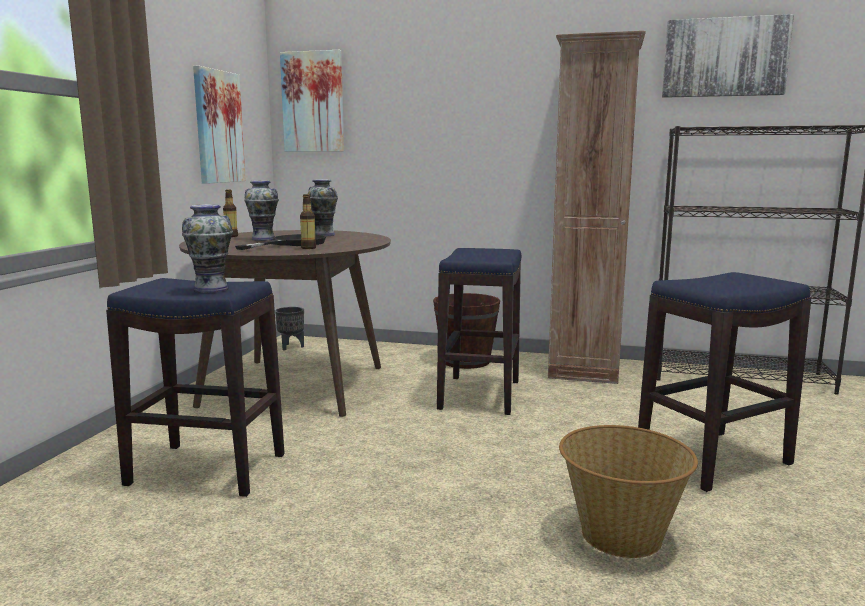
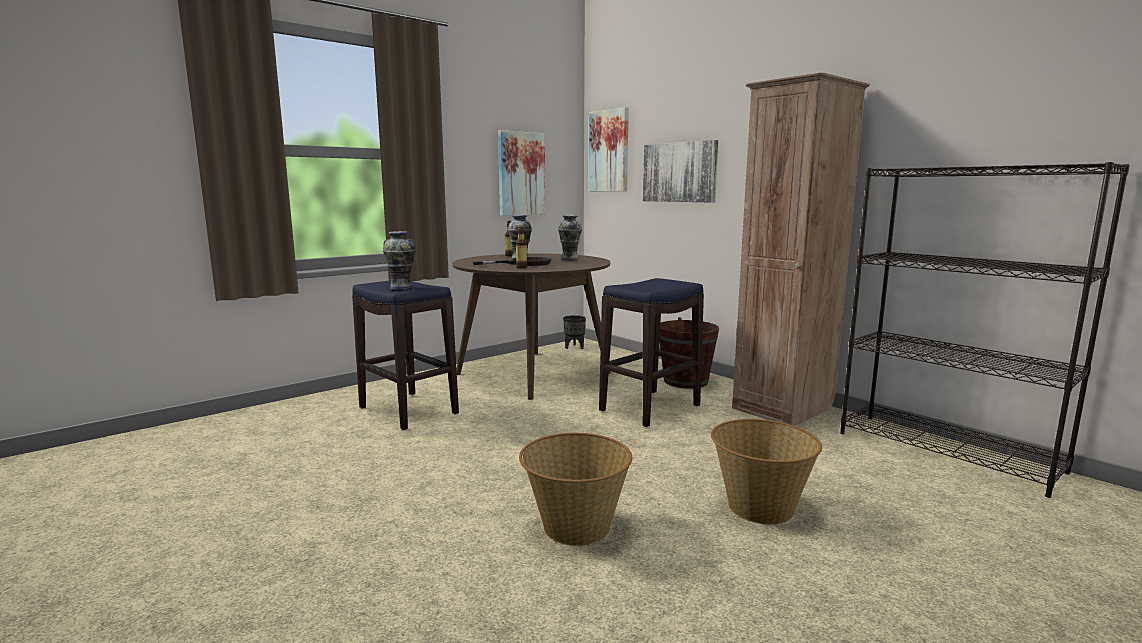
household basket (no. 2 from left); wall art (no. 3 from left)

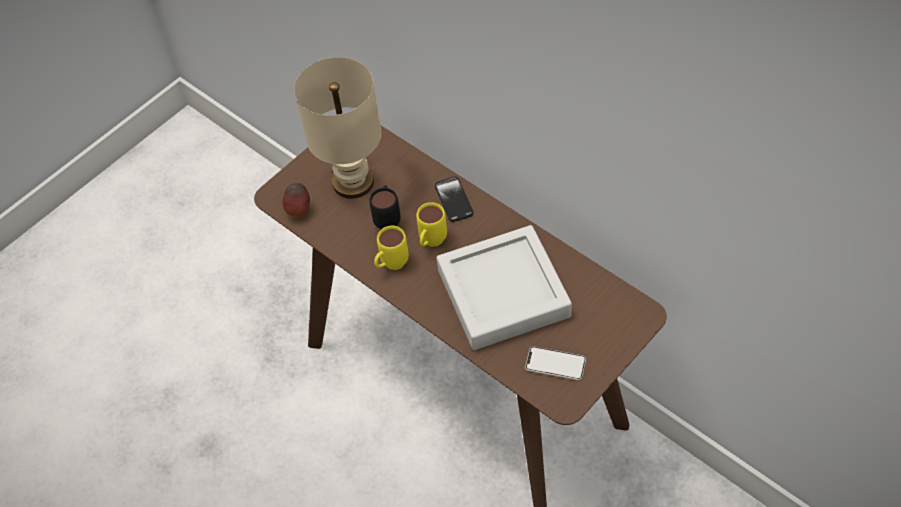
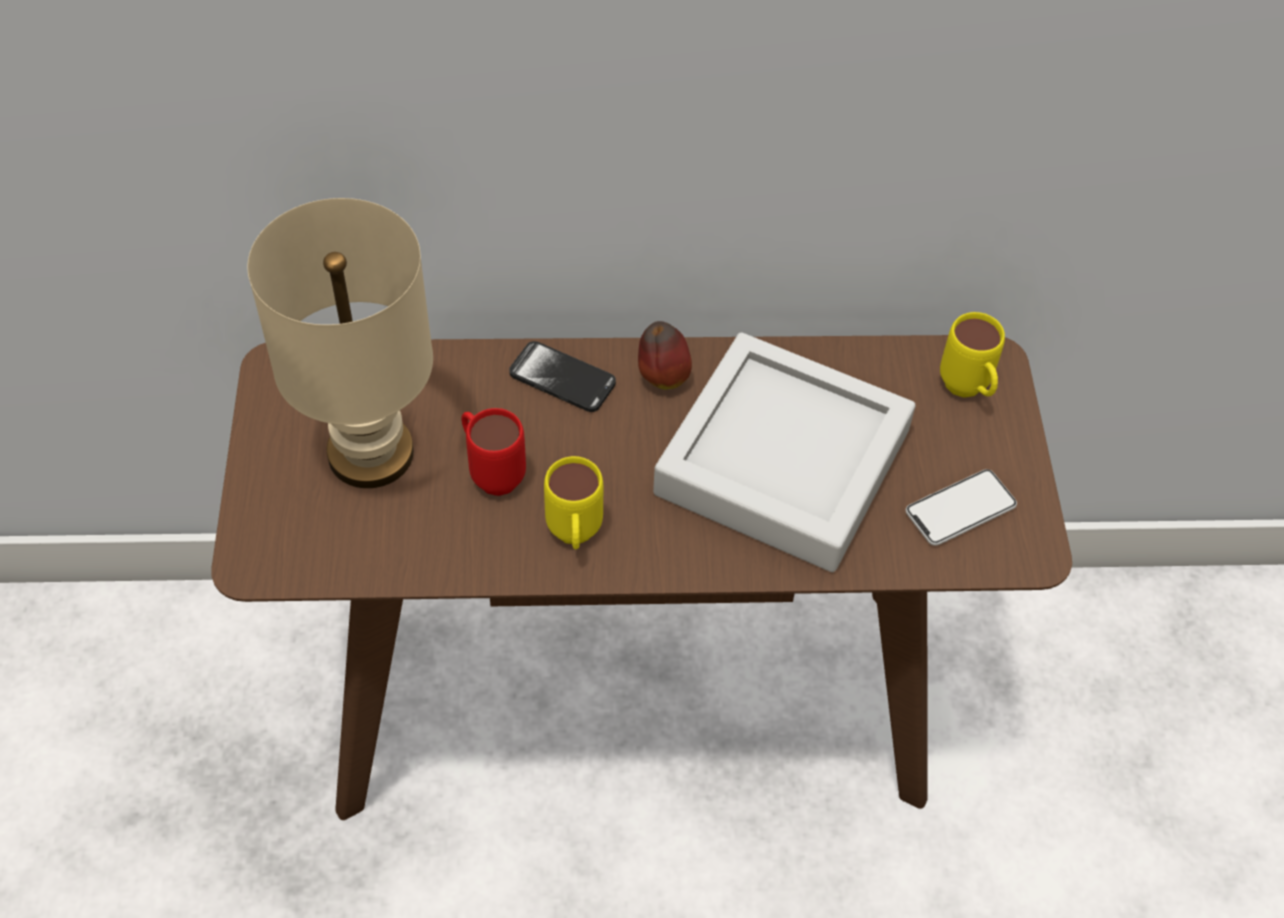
apple fruit; mug/red-coloured; mug/yellow-coloured (no. 2 from left)

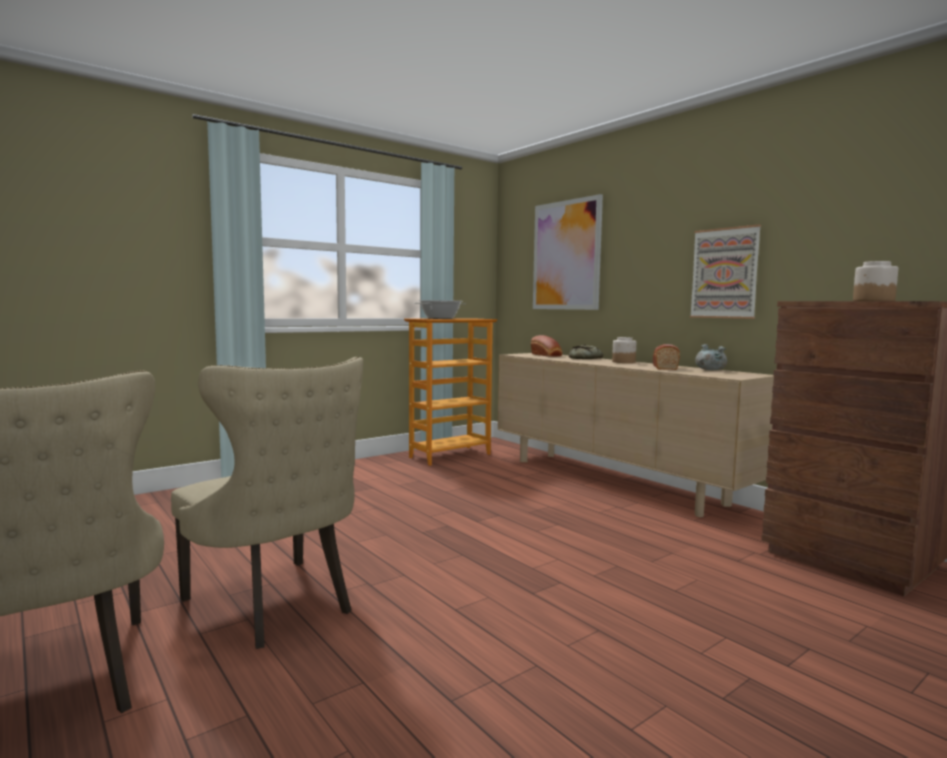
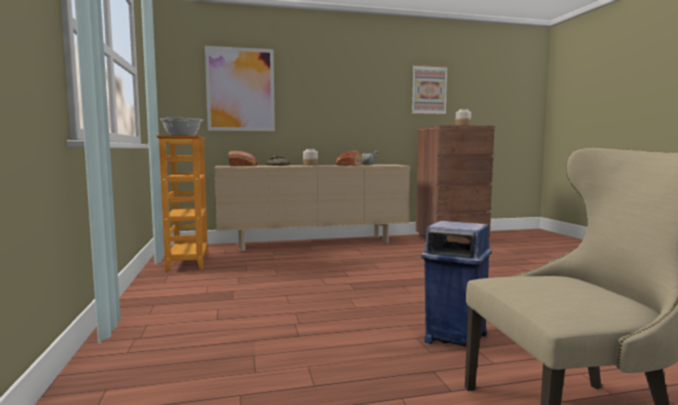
rubbish bin/blue-coloured; wall art (no. 2 from left)

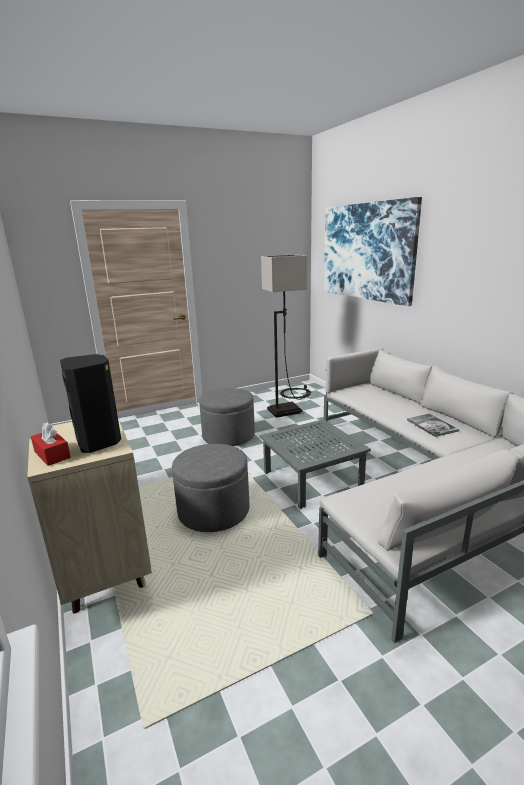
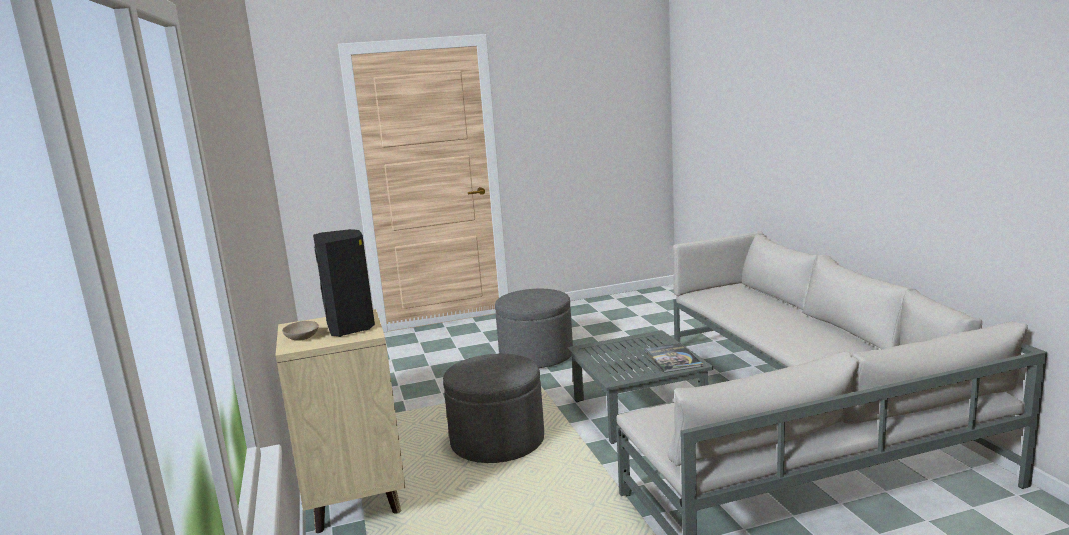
serving bowl/sand-coloured; standard lamp; wall art; volume

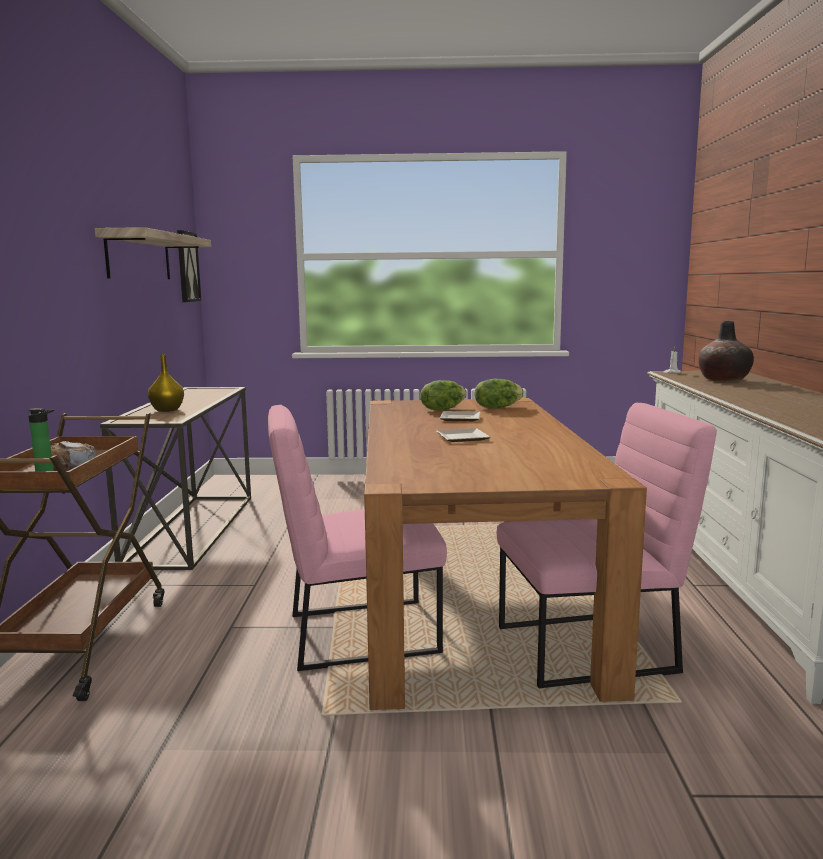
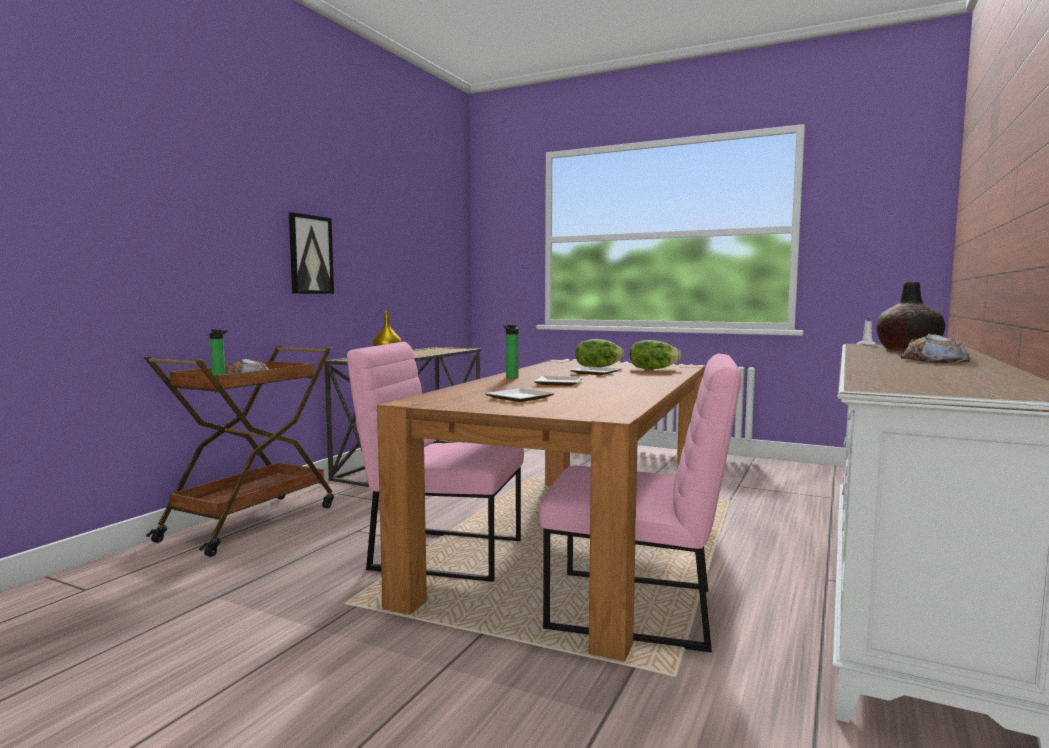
wall shelf; wall art; plate (no. 1 from left); beverage bottle (no. 2 from left); baked bread (no. 2 from left)

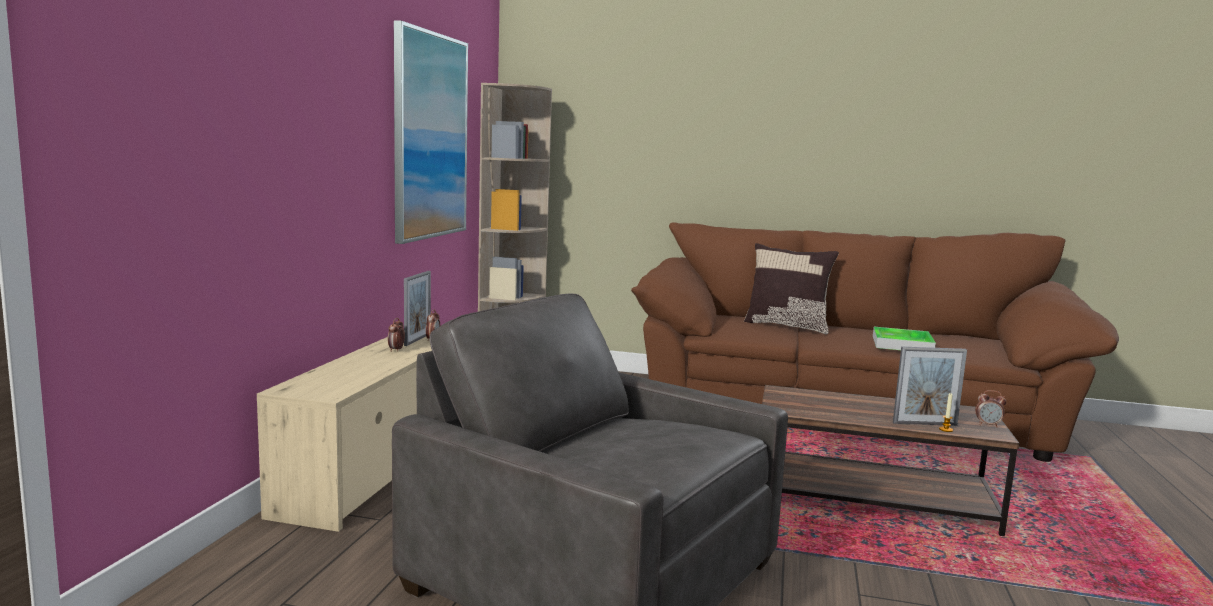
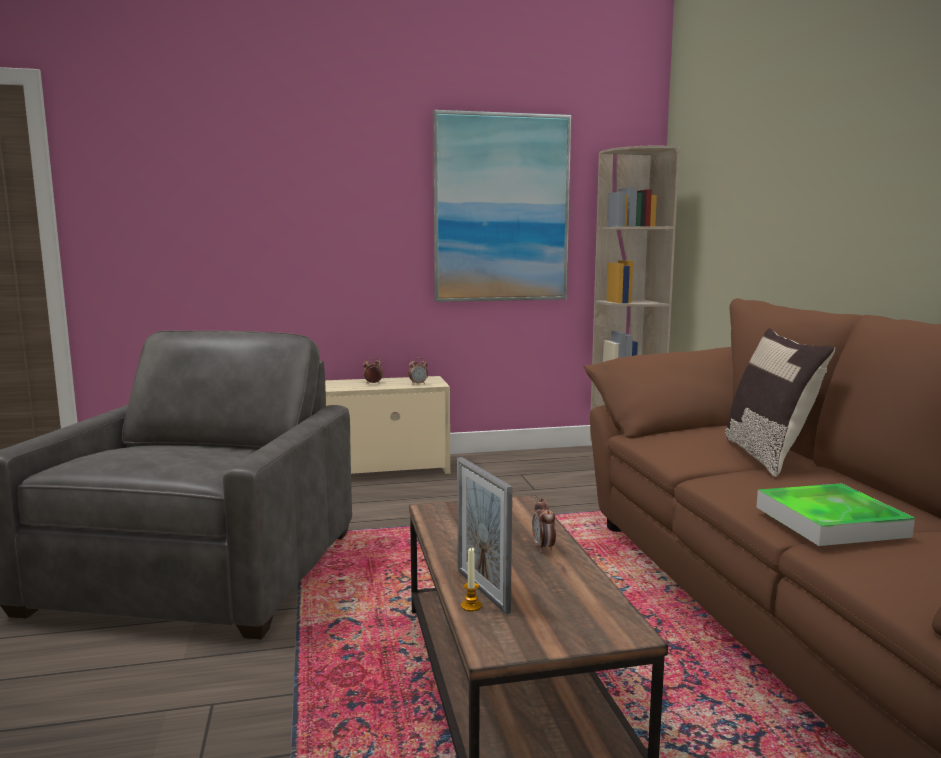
photo frame (no. 1 from left in the first image); table clock (no. 3 from left)

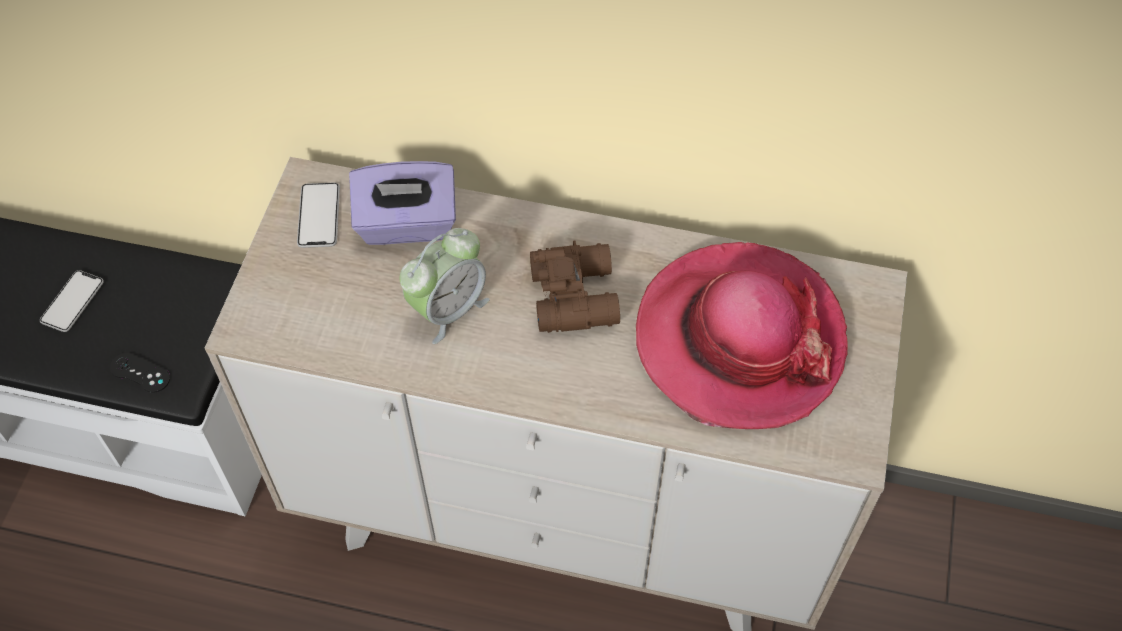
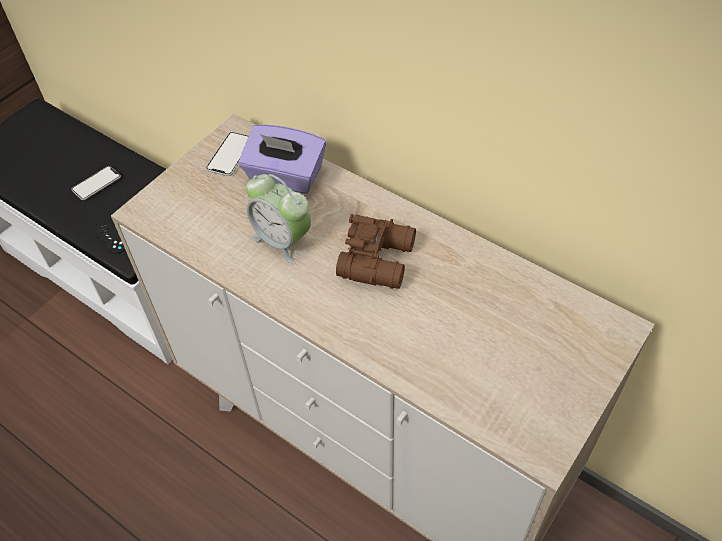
table clock; hat

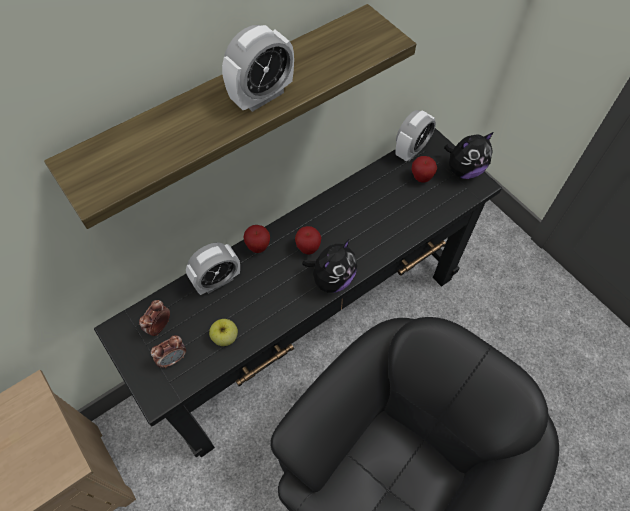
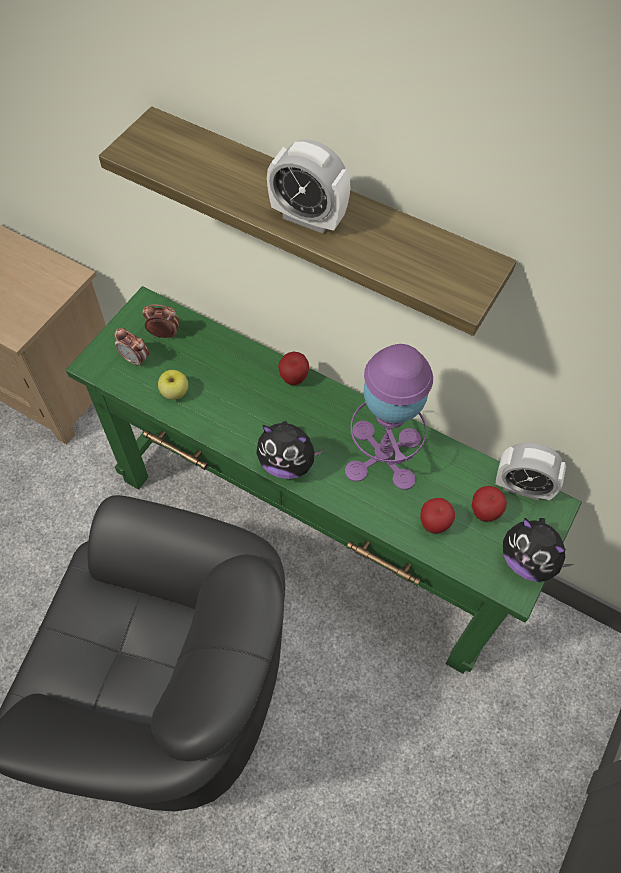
console table/greenish; table clock (no. 3 from left in the first image); apple fruit (no. 3 from left); lamp for a table/purplish

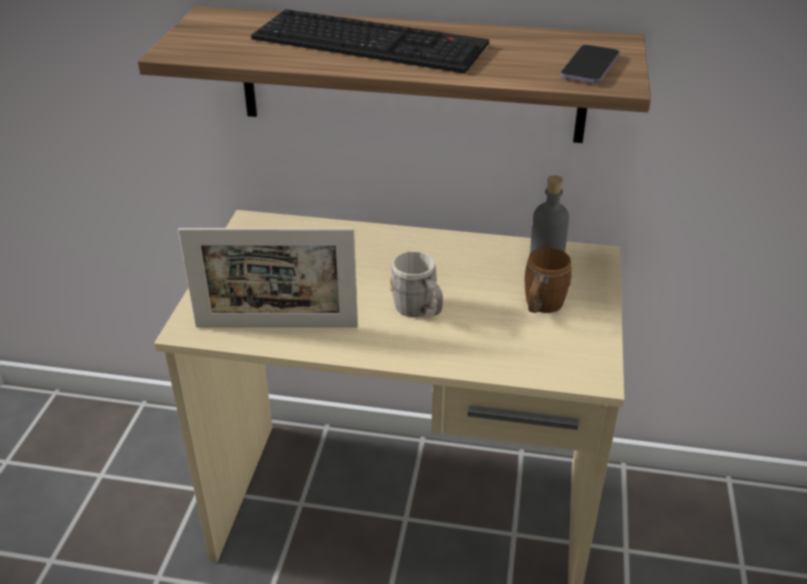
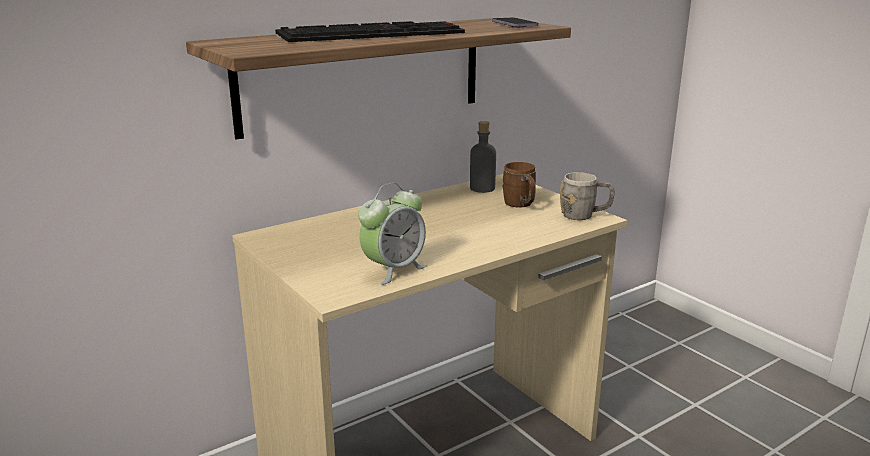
table clock; mug/grey

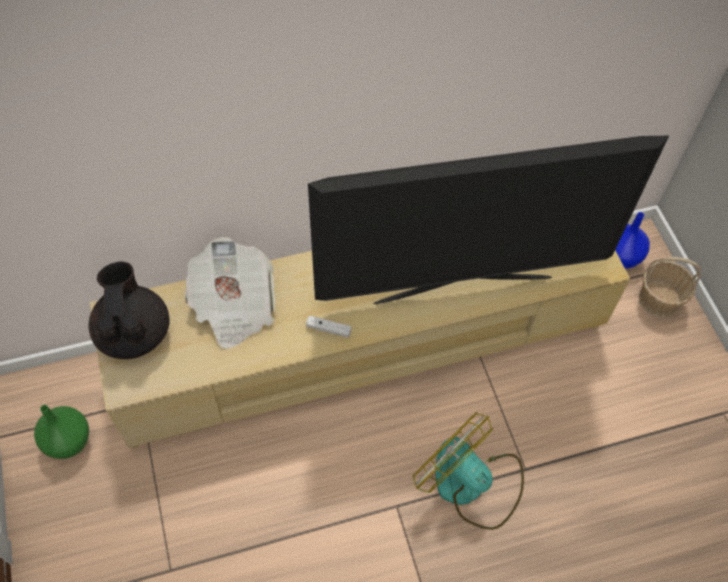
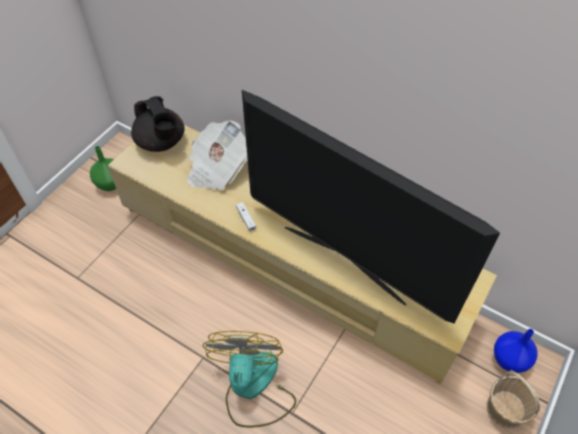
teapot/black

